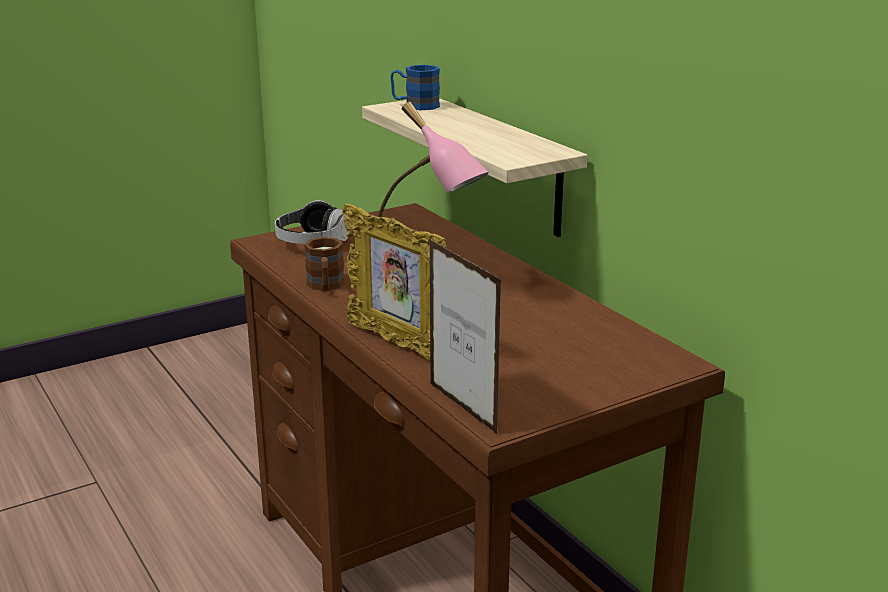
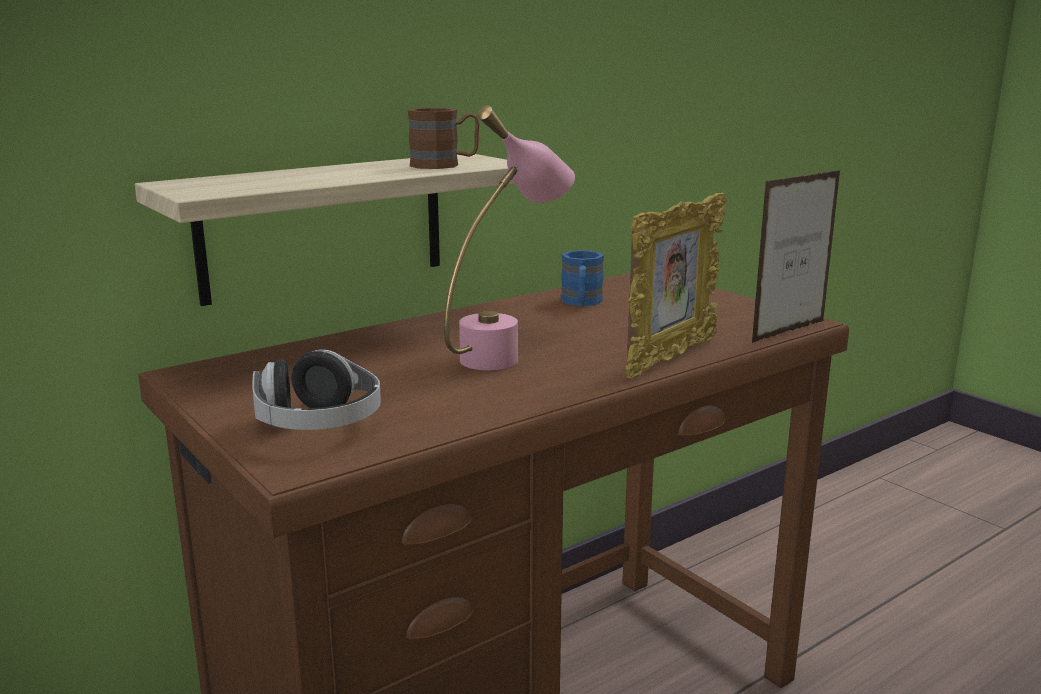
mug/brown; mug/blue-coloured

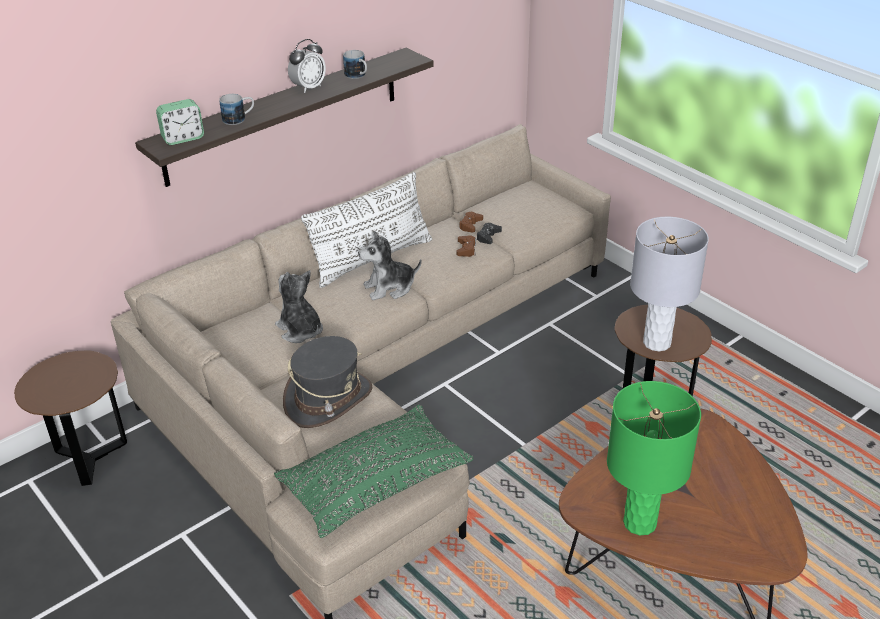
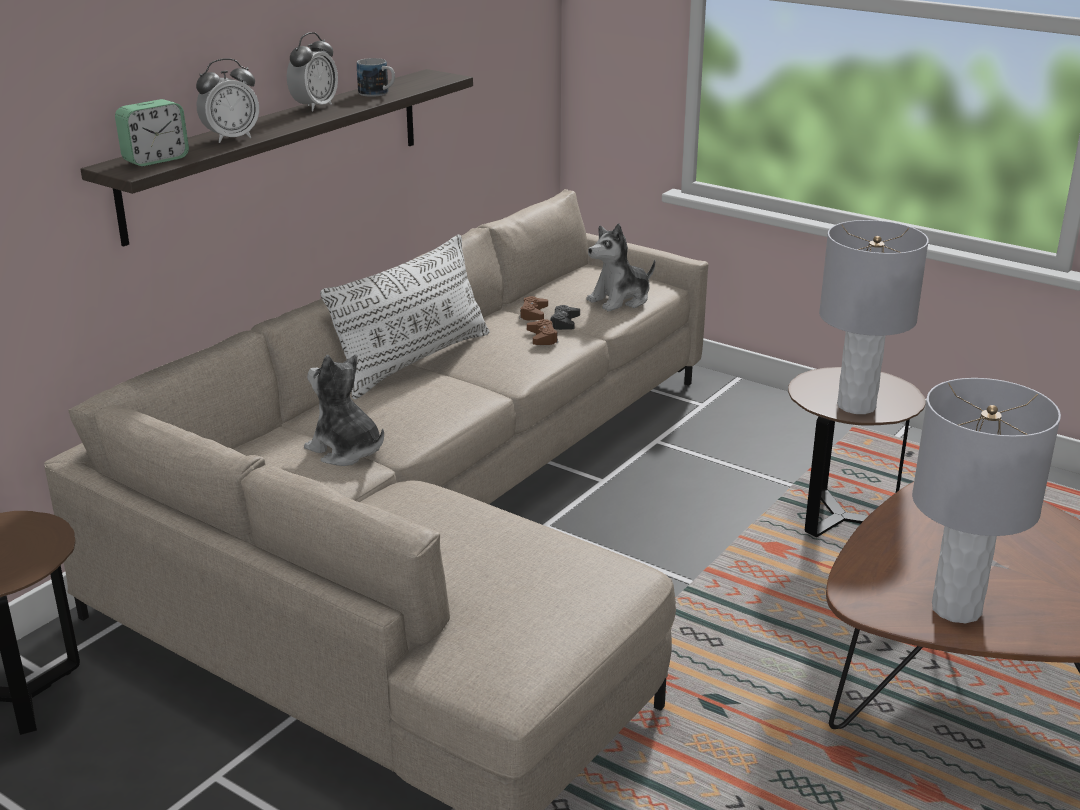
table clock (no. 2 from left); throw pillow/greenish; hat/grey; cuddly toy (no. 2 from left); lamp for a table/grey (no. 2 from left)

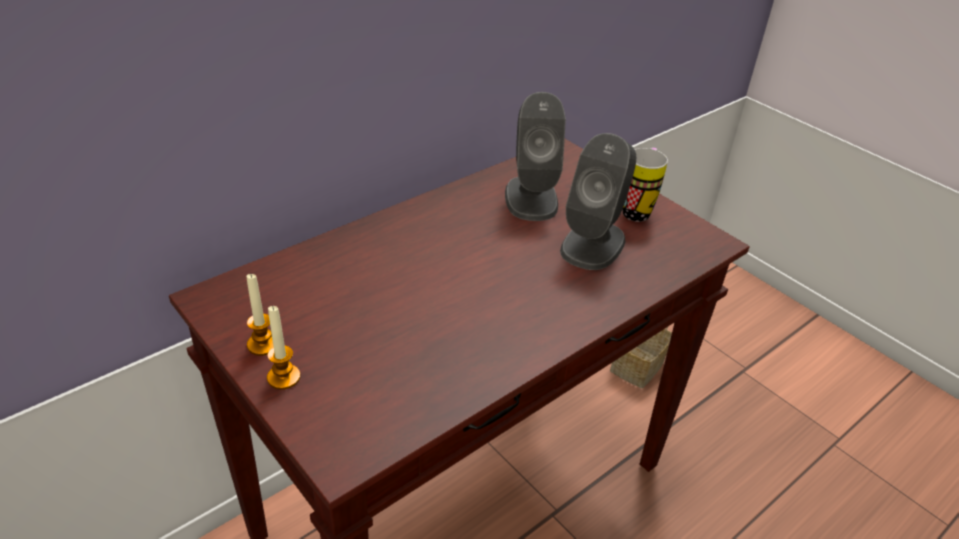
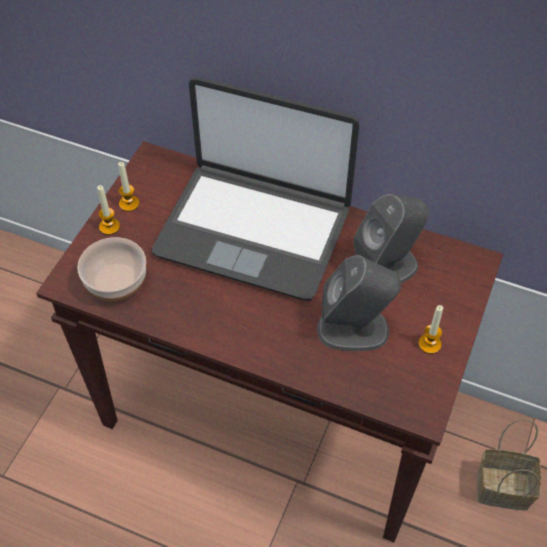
wax light (no. 3 from left); serving bowl; portable computer

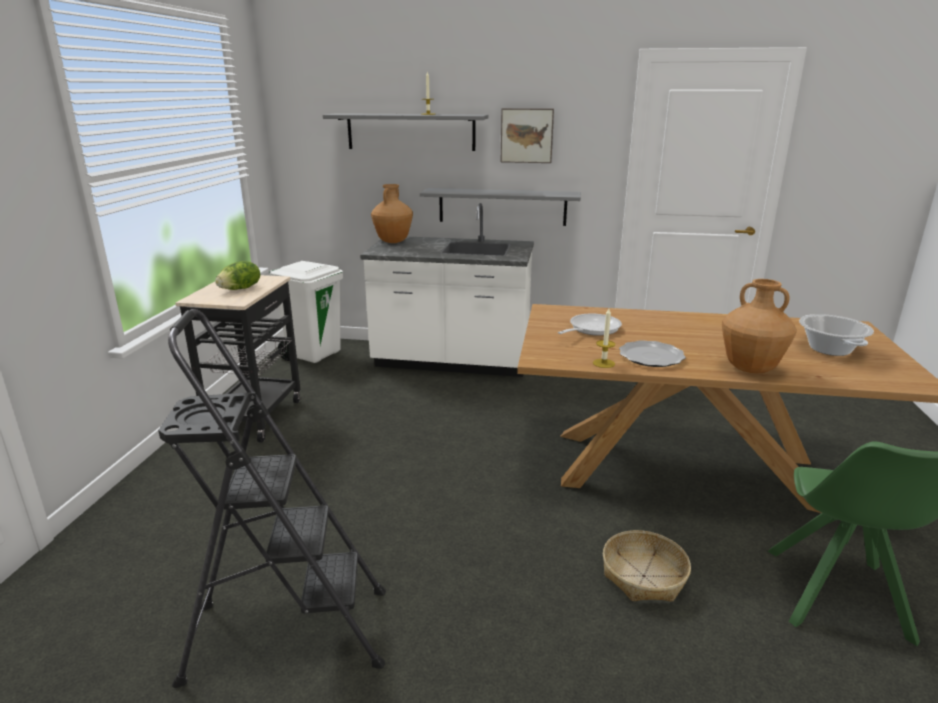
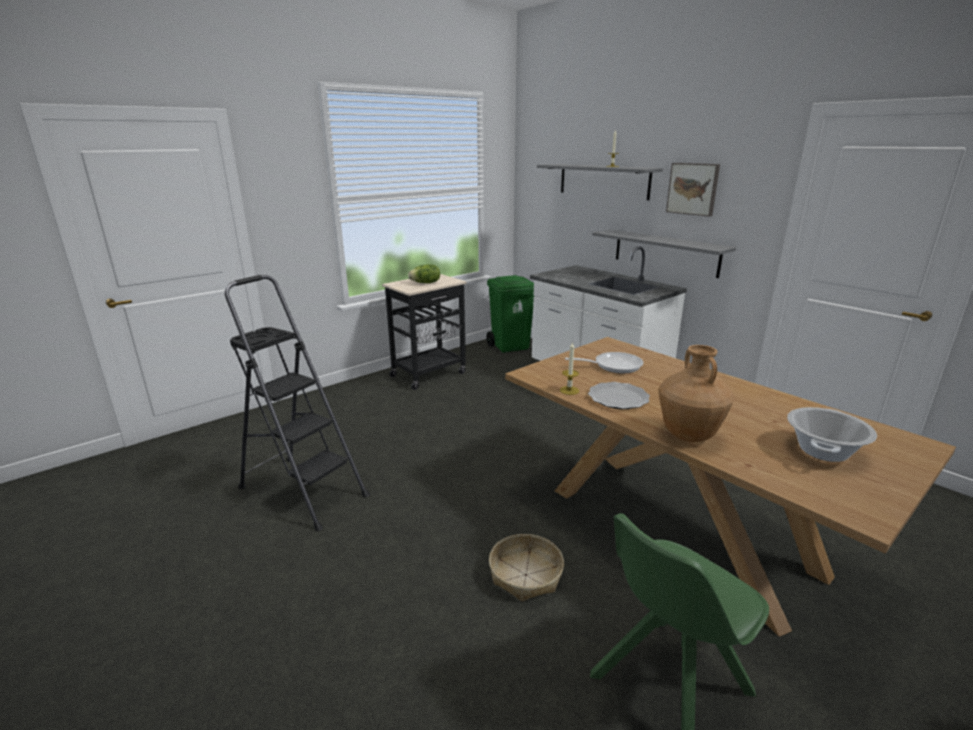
rubbish bin/greenish; vase/brown (no. 1 from left in the first image)

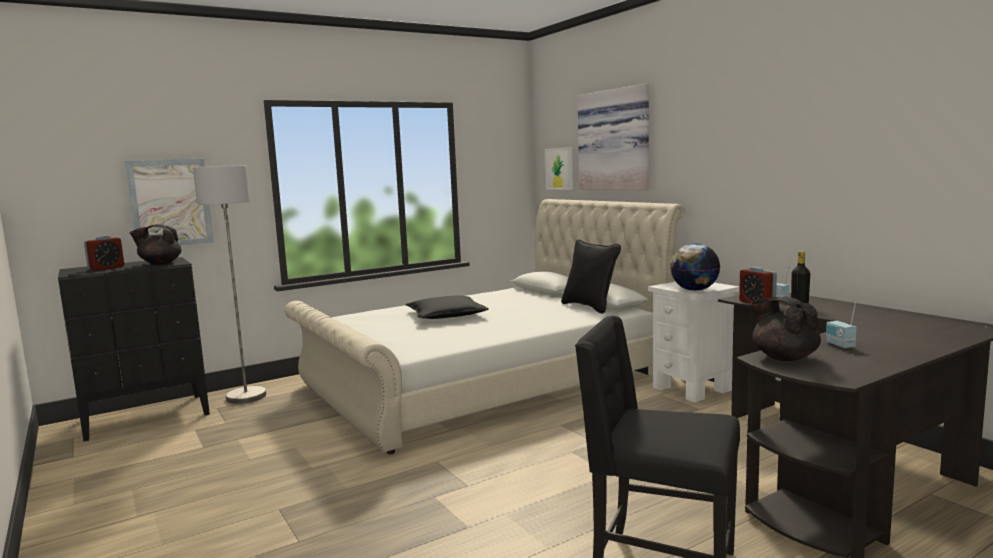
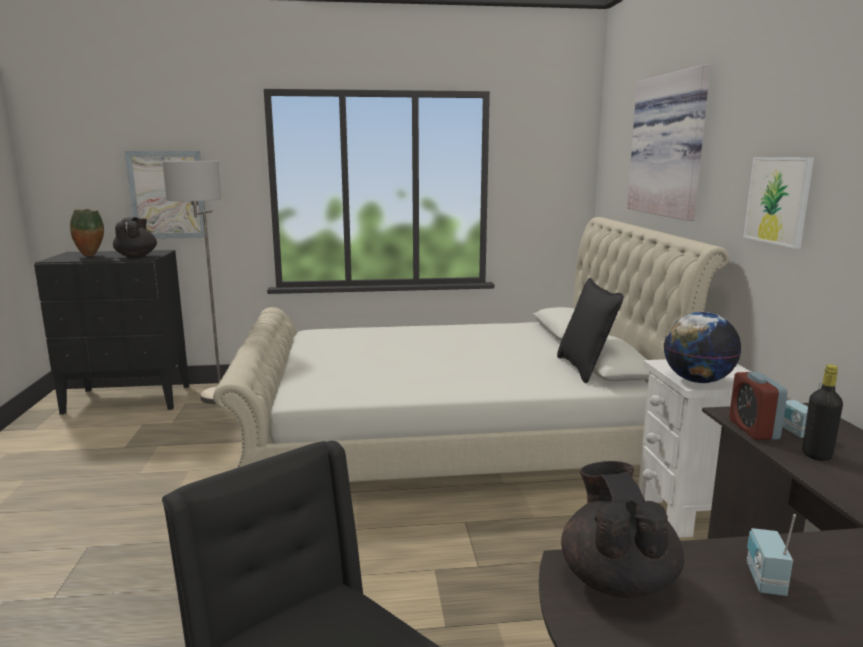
vase; teapot/black (no. 1 from left); throw pillow/black (no. 1 from left in the first image); wall art (no. 3 from left)

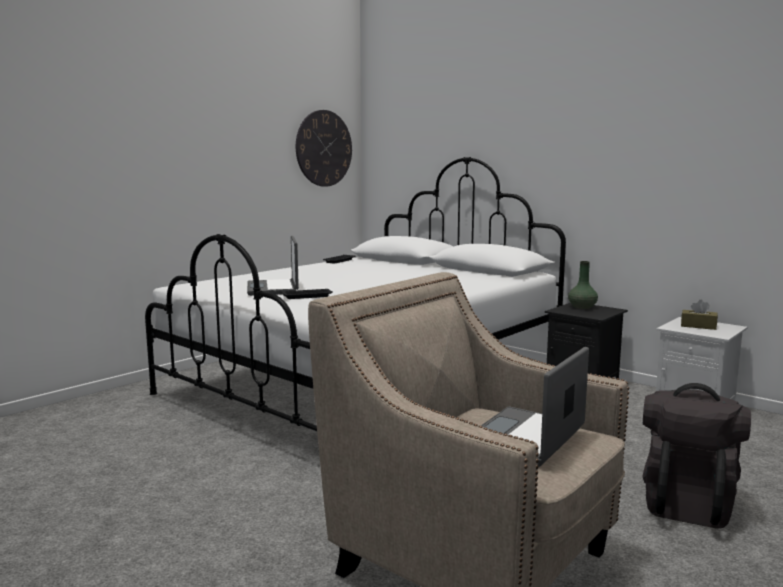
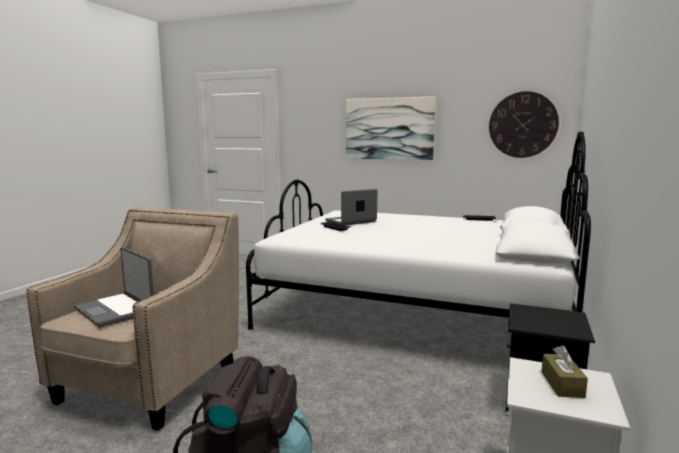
portable computer (no. 1 from left); vase/greenish; wall art

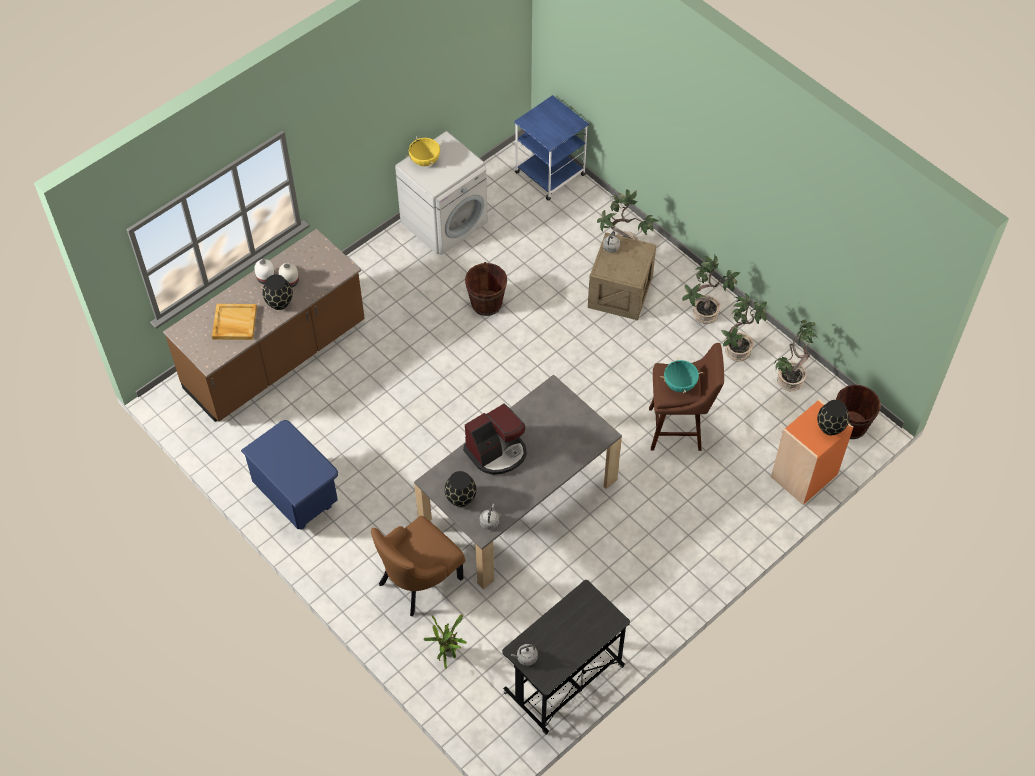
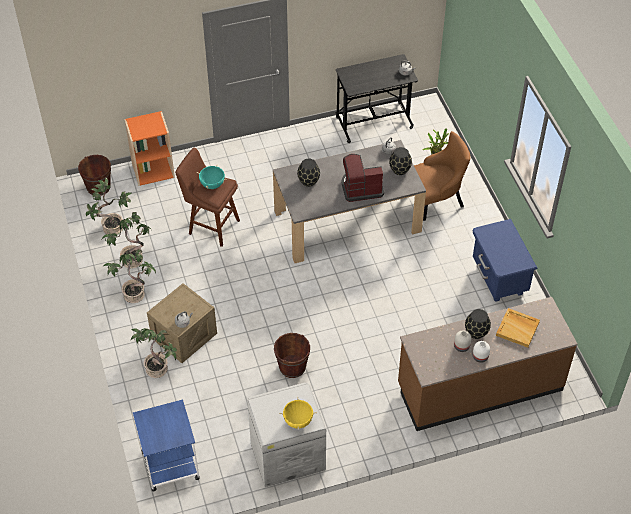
vase/black (no. 1 from left)

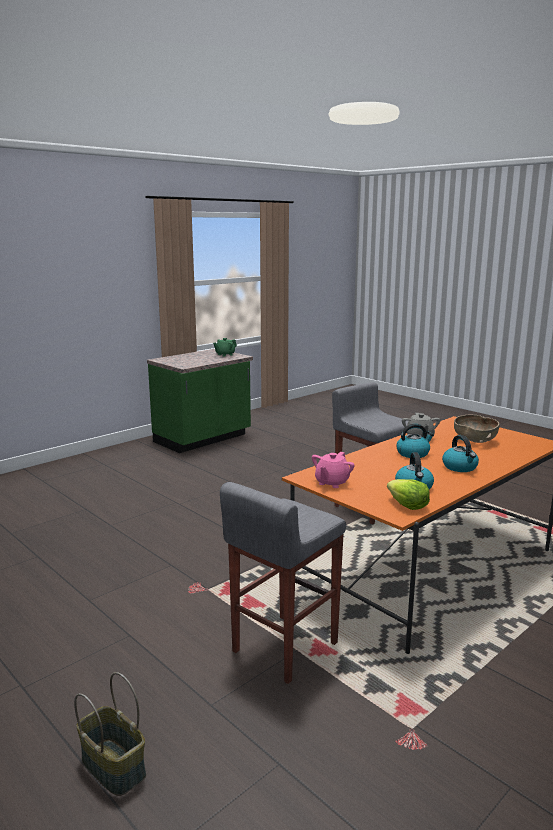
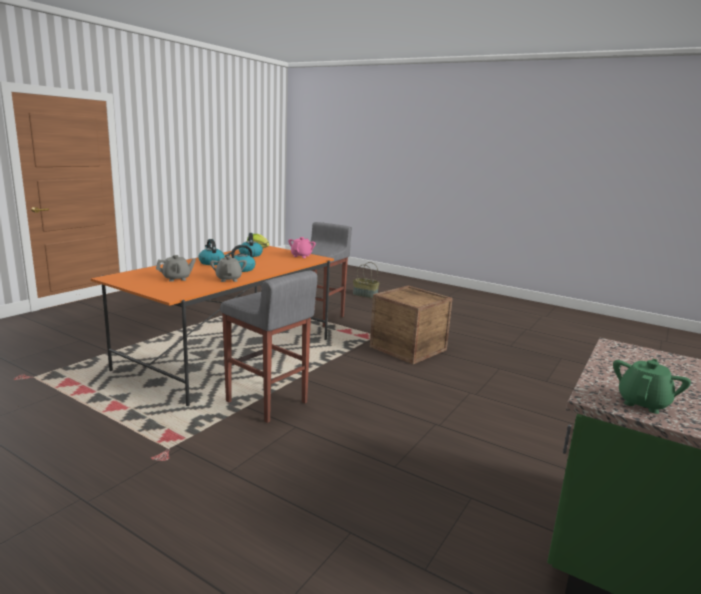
teapot/grey (no. 1 from left); packing crate

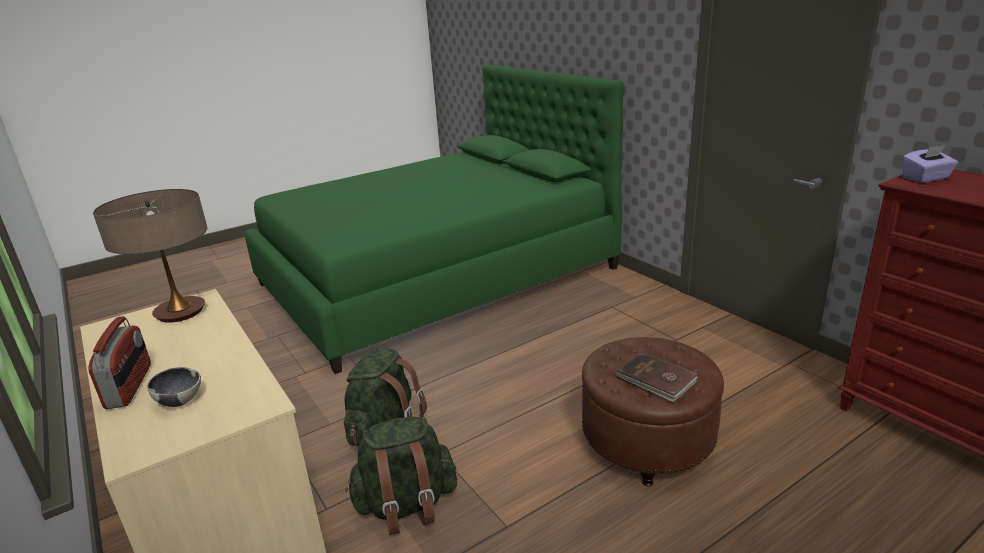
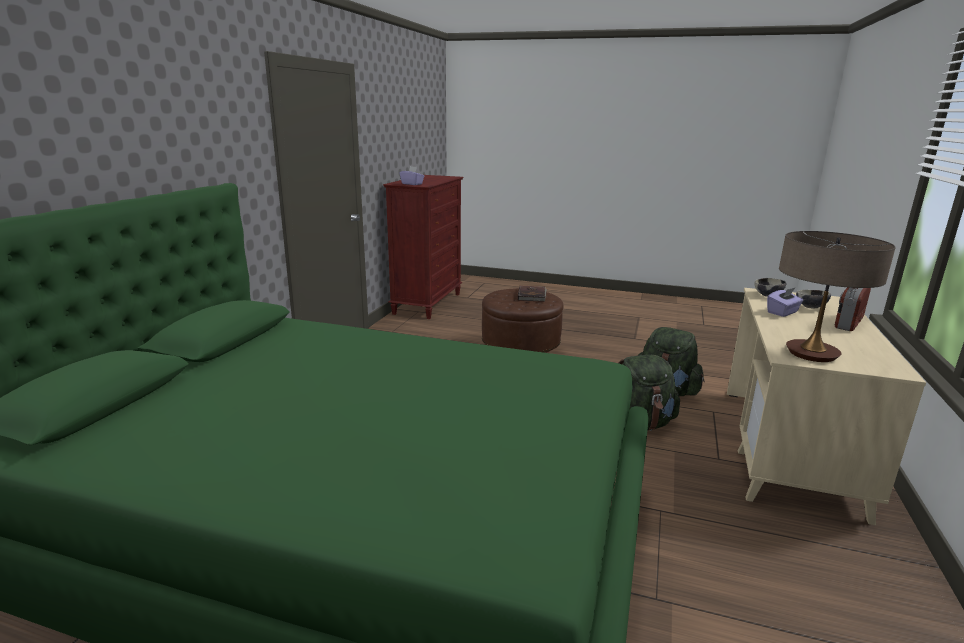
serving bowl (no. 1 from left); box of tissues/purplish (no. 2 from left)

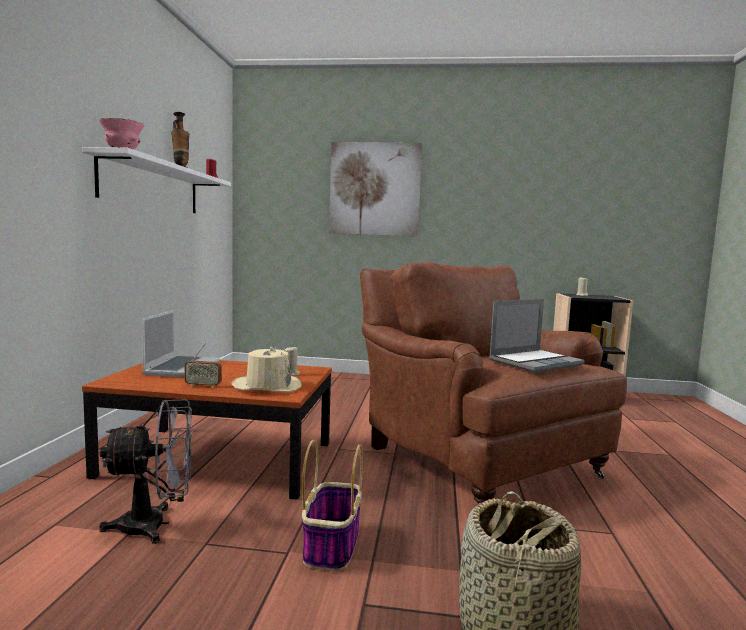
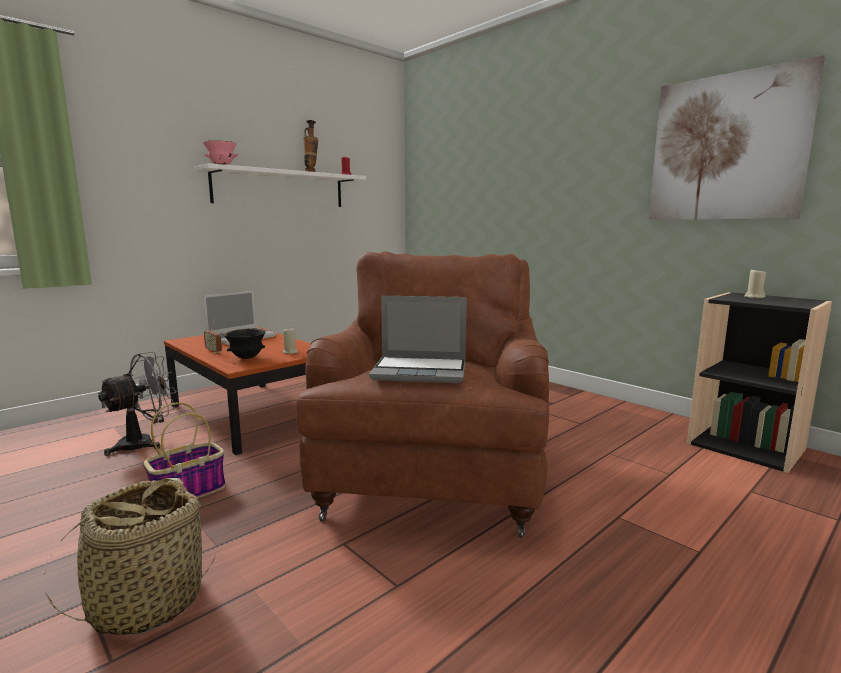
fan/grey; serving bowl/black; wall art

